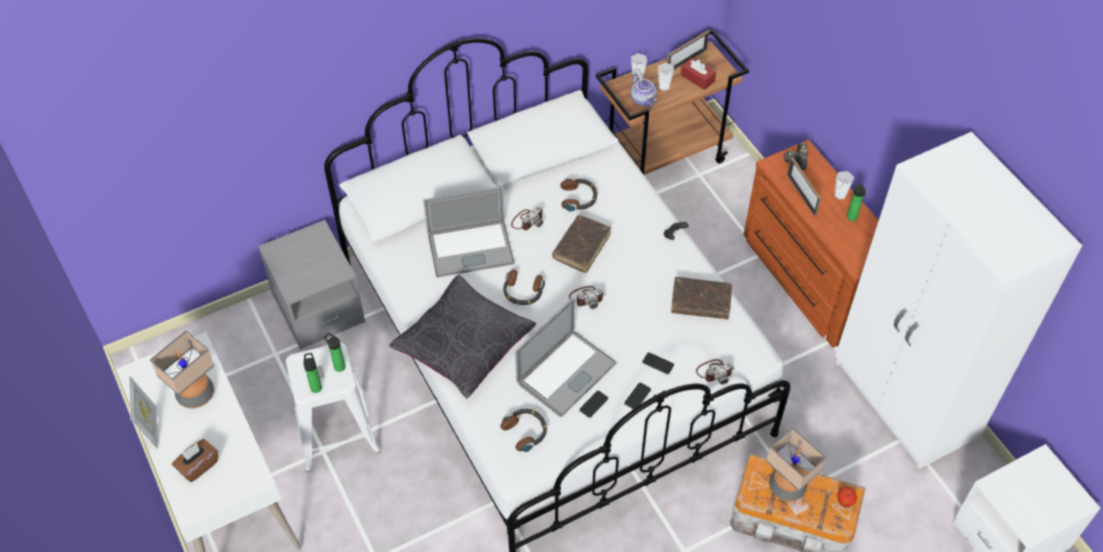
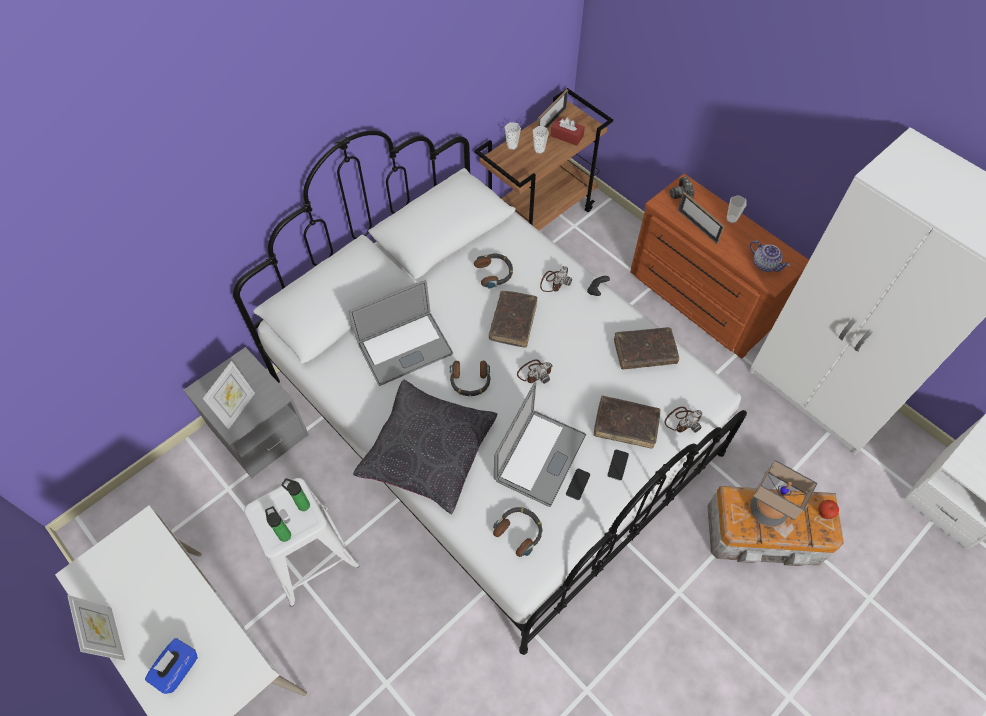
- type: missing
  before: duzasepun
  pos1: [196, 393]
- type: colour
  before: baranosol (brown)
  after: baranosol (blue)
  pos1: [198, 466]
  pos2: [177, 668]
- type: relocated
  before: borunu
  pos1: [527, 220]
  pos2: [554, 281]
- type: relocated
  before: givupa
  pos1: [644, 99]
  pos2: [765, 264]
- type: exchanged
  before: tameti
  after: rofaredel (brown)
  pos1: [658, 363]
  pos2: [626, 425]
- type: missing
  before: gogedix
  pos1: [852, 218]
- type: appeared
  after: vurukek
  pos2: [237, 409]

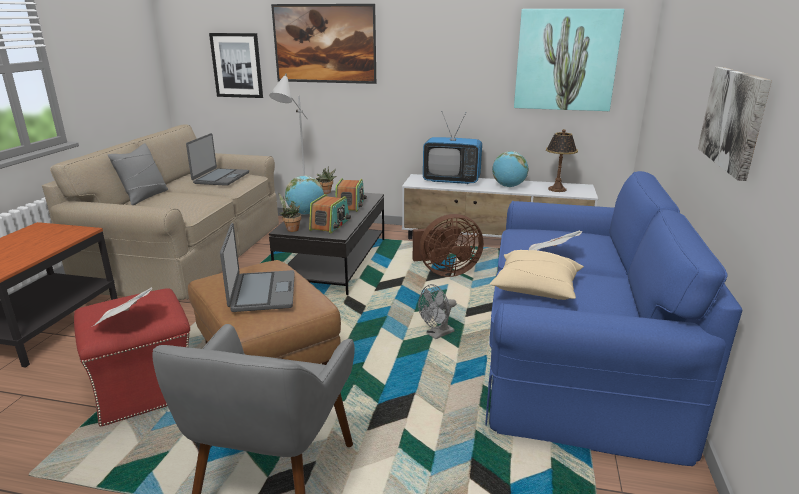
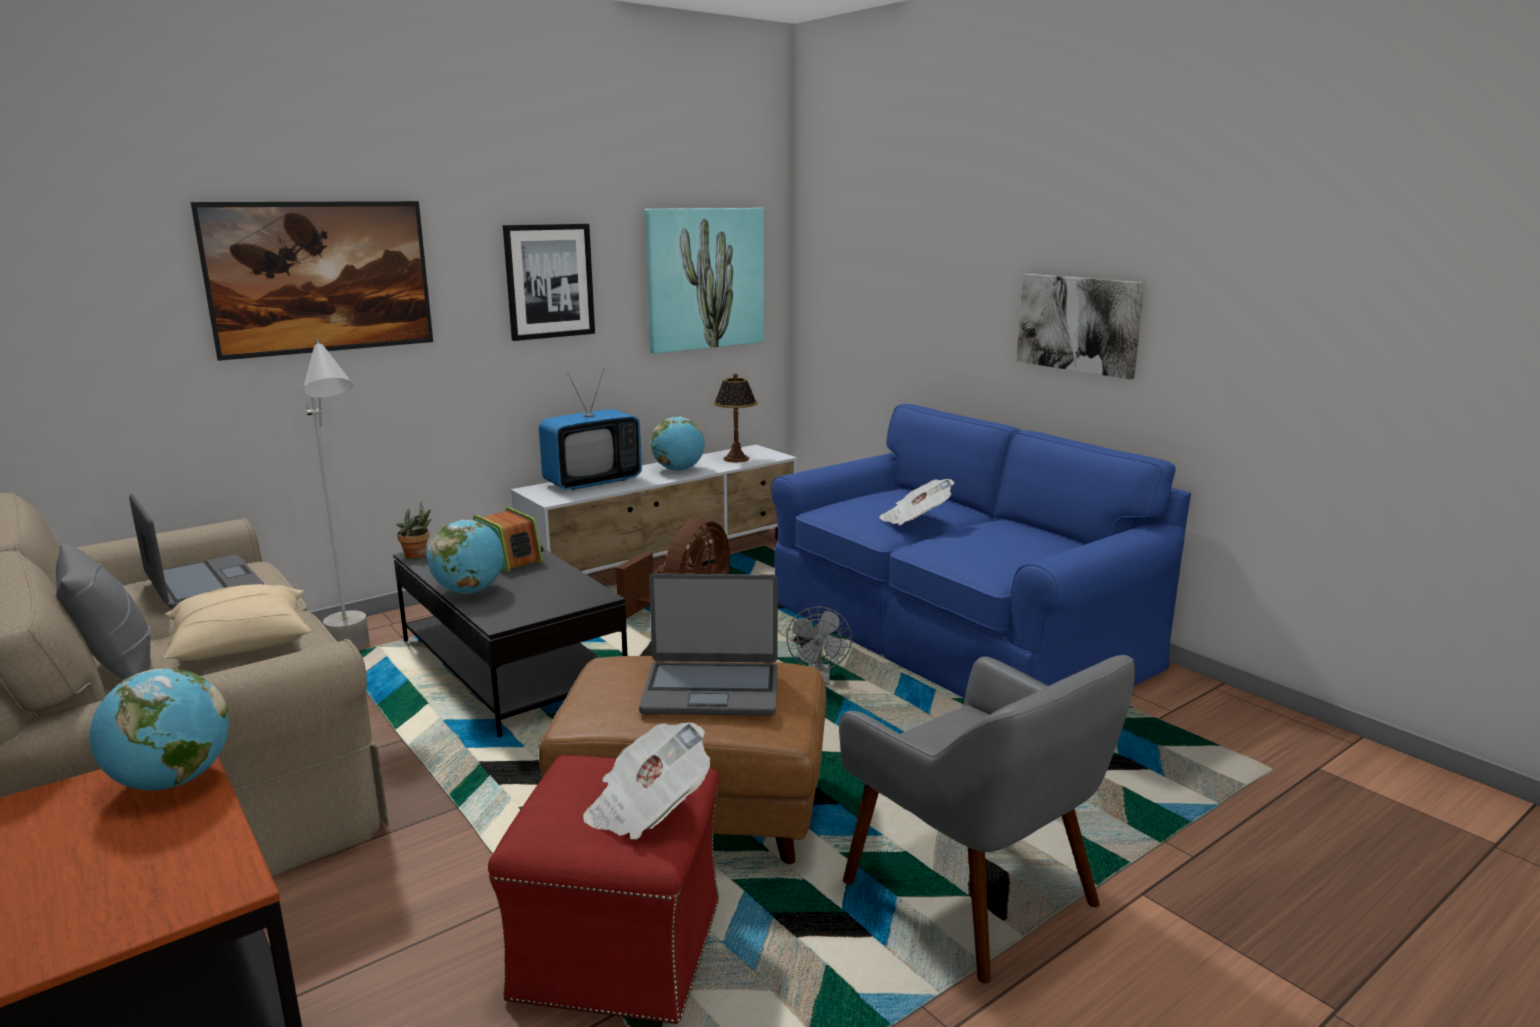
- type: relocated
  before: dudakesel
  pos1: [237, 65]
  pos2: [549, 281]
- type: spun
  before: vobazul
  pos1: [262, 292]
  pos2: [711, 690]
  turn: 150
- type: missing
  before: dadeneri
  pos1: [291, 229]
- type: missing
  before: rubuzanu
  pos1: [330, 225]
- type: relocated
  before: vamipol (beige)
  pos1: [536, 288]
  pos2: [241, 644]
- type: appeared
  after: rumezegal
  pos2: [172, 782]

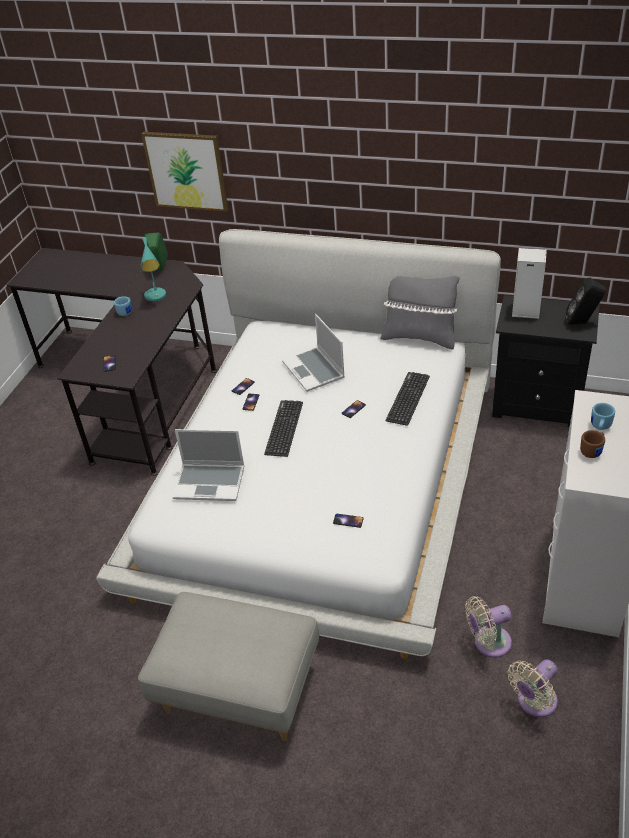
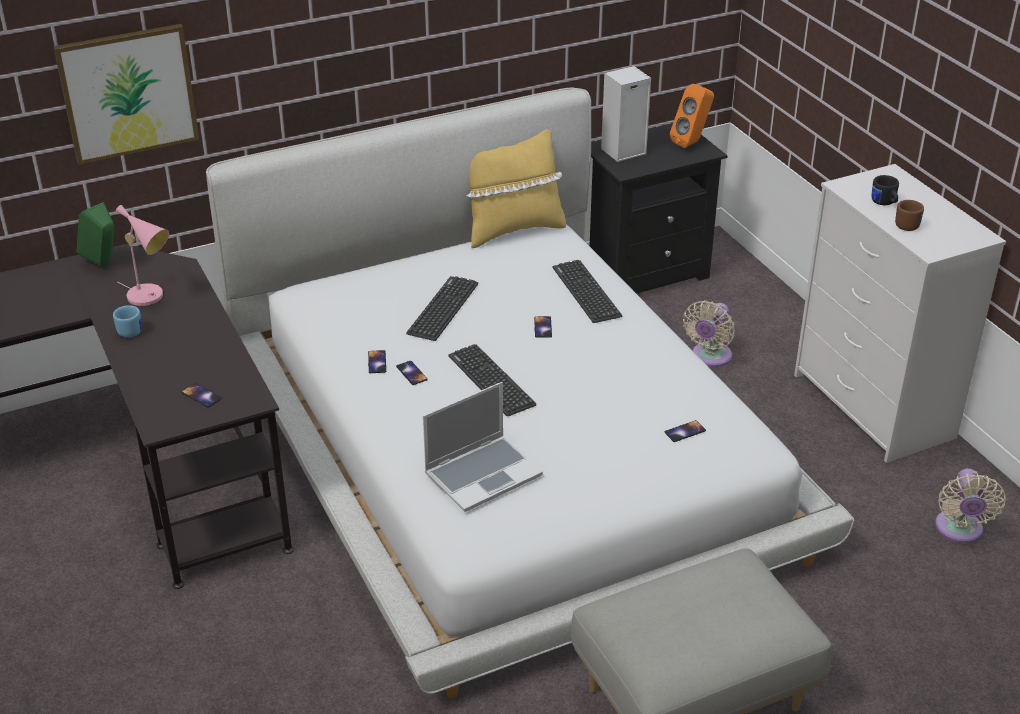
- type: colour
  before: duzasepun (turquoise)
  after: duzasepun (pink)
  pos1: [156, 297]
  pos2: [150, 297]
- type: exchanged
  before: vobazul
  after: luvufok
  pos1: [314, 370]
  pos2: [443, 309]
- type: colour
  before: vamipol (grey)
  after: vamipol (yellow)
  pos1: [419, 337]
  pos2: [512, 230]
- type: relocated
  before: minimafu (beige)
  pos1: [488, 643]
  pos2: [709, 357]
- type: colour
  before: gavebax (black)
  after: gavebax (orange)
  pos1: [582, 323]
  pos2: [691, 143]
- type: colour
  before: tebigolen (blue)
  after: tebigolen (black)
  pos1: [600, 427]
  pos2: [884, 203]

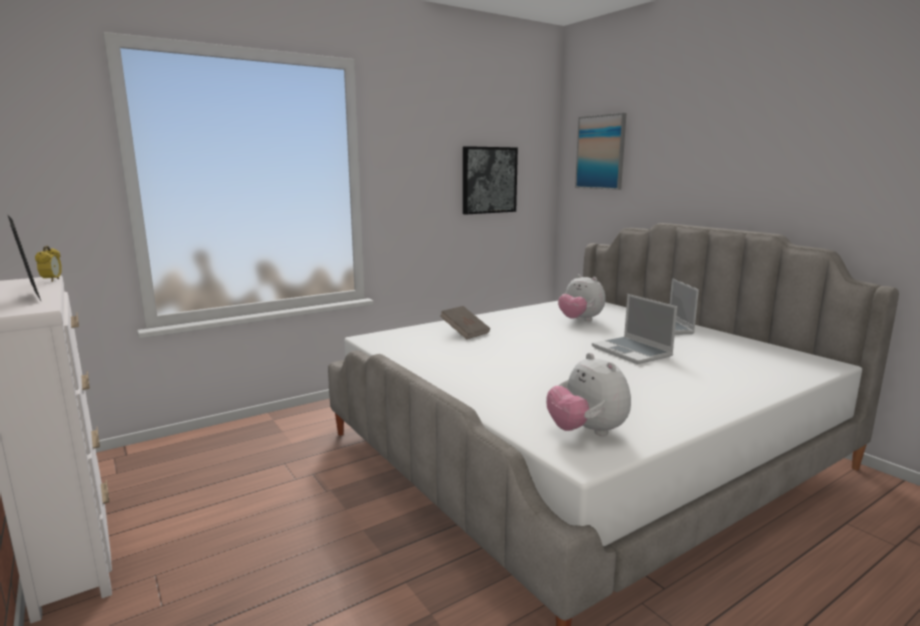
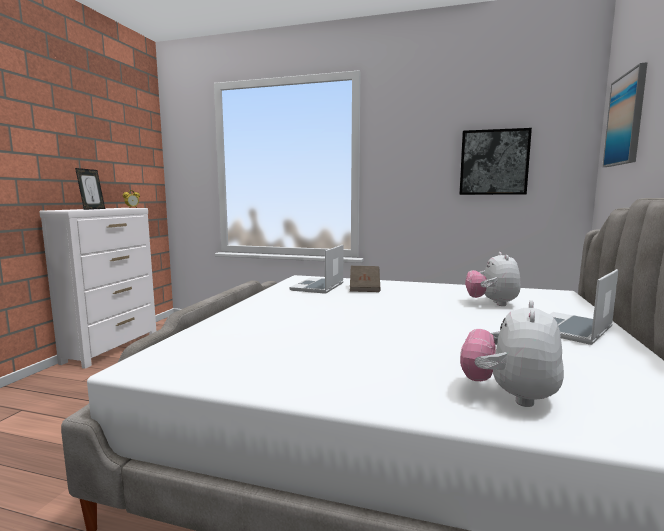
- type: relocated
  before: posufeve
  pos1: [586, 432]
  pos2: [509, 395]
- type: relocated
  before: vobazul
  pos1: [633, 352]
  pos2: [318, 287]

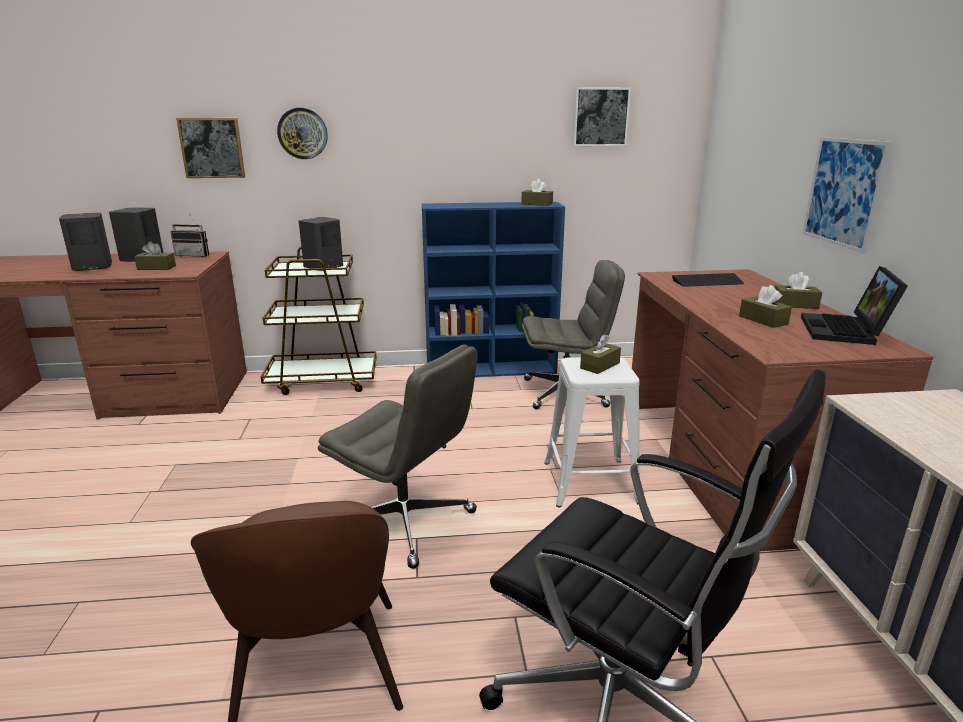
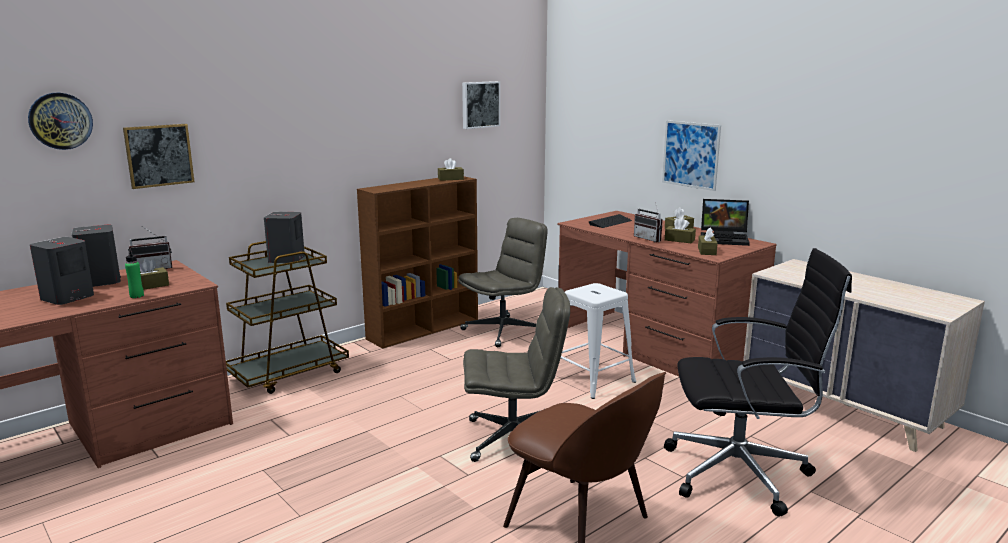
- type: relocated
  before: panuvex
  pos1: [302, 133]
  pos2: [60, 121]
- type: colour
  before: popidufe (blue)
  after: popidufe (brown)
  pos1: [492, 369]
  pos2: [424, 328]
- type: relocated
  before: baranosol (brown)
  pos1: [600, 365]
  pos2: [707, 251]
- type: spun
  before: vobazul
  pos1: [846, 331]
  pos2: [725, 239]
  turn: -60
- type: appeared
  after: gogedix (green)
  pos2: [137, 296]
- type: appeared
  after: rubuzanu
  pos2: [650, 239]

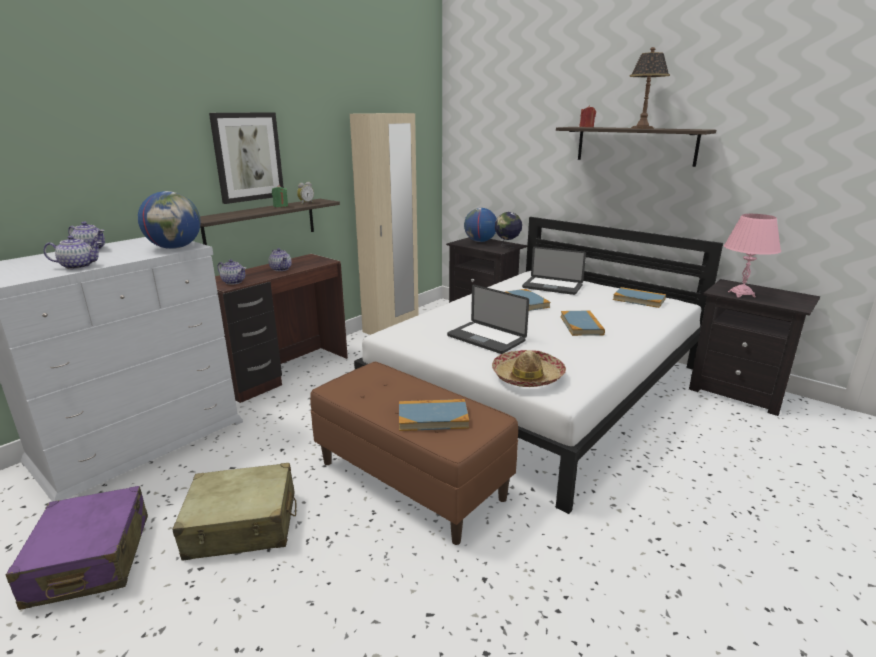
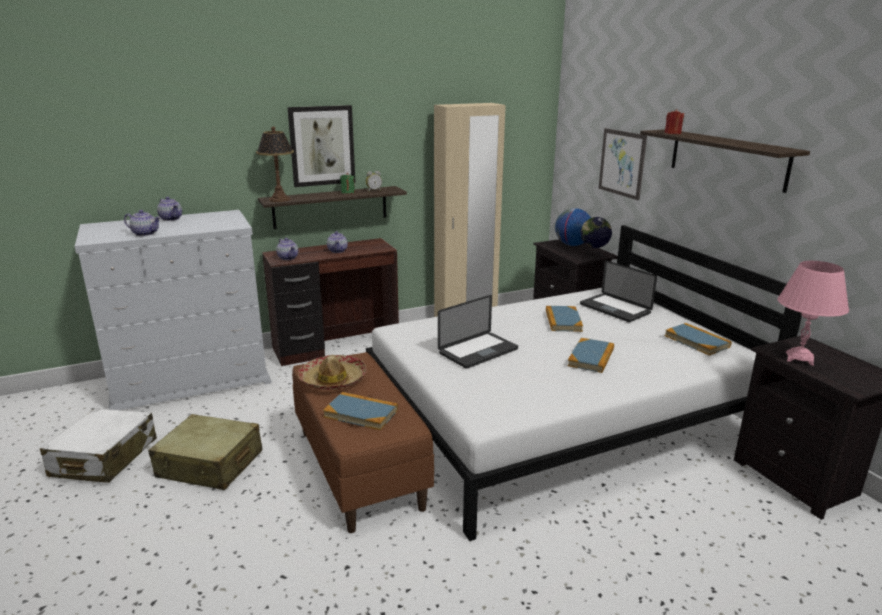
- type: colour
  before: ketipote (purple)
  after: ketipote (white)
  pos1: [90, 560]
  pos2: [104, 458]
- type: missing
  before: rumezegal
  pos1: [175, 247]
- type: spun
  before: vobazul
  pos1: [486, 338]
  pos2: [478, 351]
  turn: -105
- type: relocated
  before: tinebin
  pos1: [527, 376]
  pos2: [333, 380]
- type: relocated
  before: duzasepun
  pos1: [642, 128]
  pos2: [279, 199]
- type: appeared
  after: dudakesel
  pos2: [622, 163]

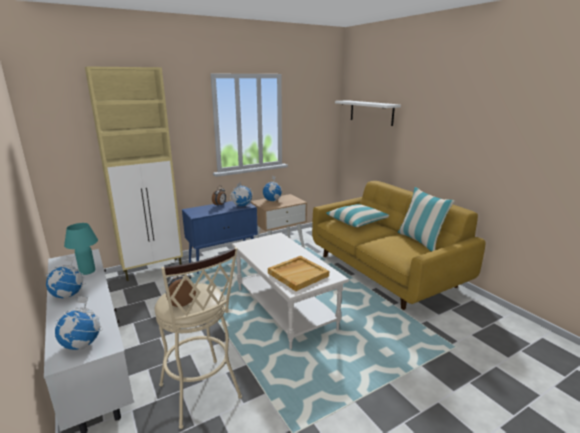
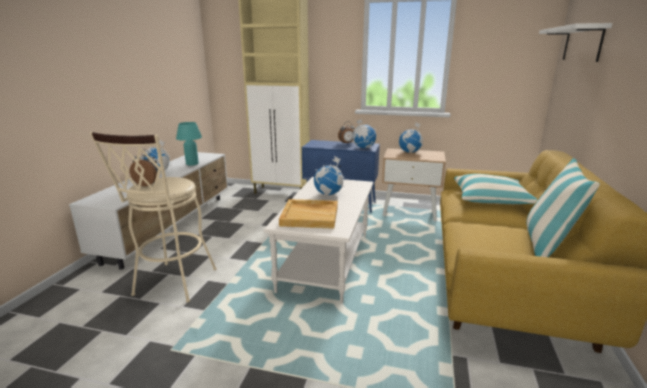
- type: relocated
  before: rumezegal
  pos1: [82, 344]
  pos2: [329, 194]

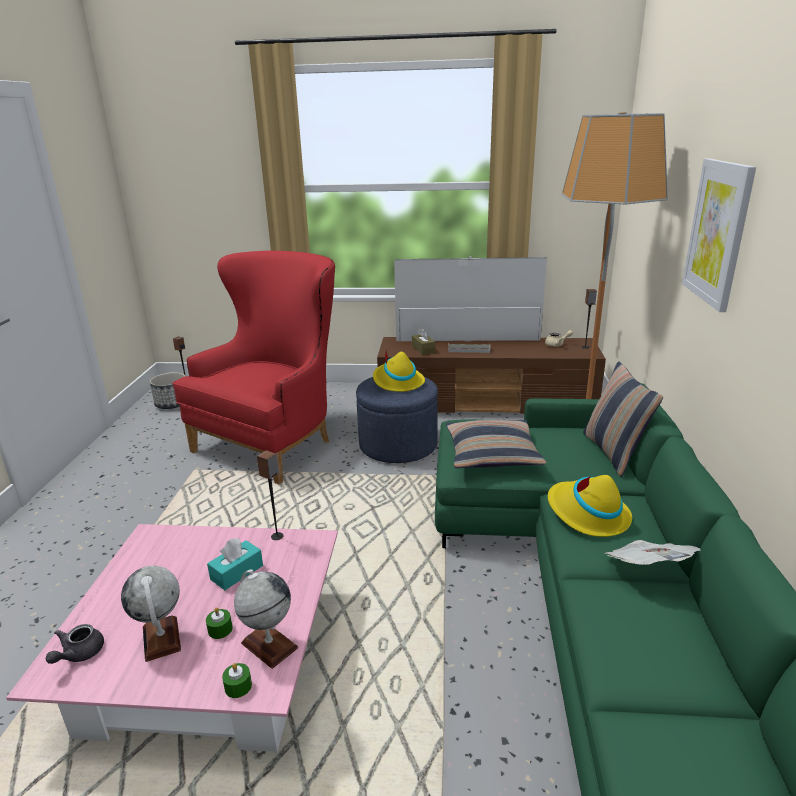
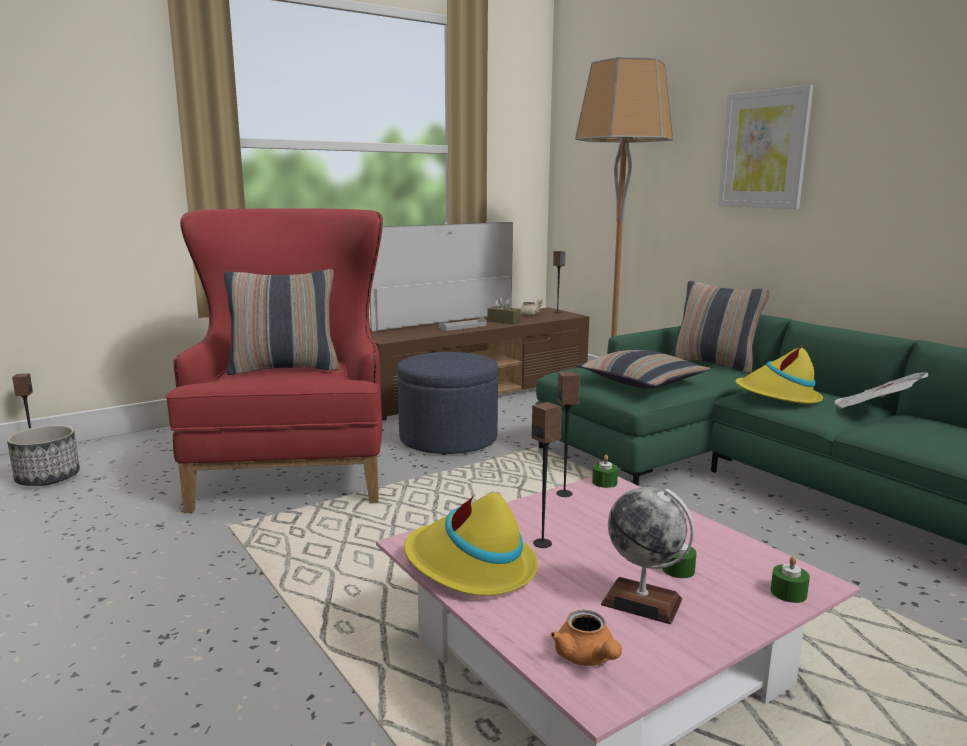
- type: colour
  before: givupa (grey)
  after: givupa (orange)
  pos1: [79, 654]
  pos2: [587, 658]
- type: missing
  before: baranosol (turquoise)
  pos1: [237, 572]
- type: missing
  before: rumezegal
  pos1: [269, 645]
- type: relocated
  before: tinebin (yellow)
  pos1: [397, 382]
  pos2: [470, 567]
- type: relocated
  before: baranosol (brown)
  pos1: [423, 349]
  pos2: [503, 321]
- type: appeared
  after: vamipol
  pos2: [284, 369]
- type: appeared
  after: gavebax
  pos2: [543, 543]
- type: appeared
  after: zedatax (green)
  pos2: [604, 482]

